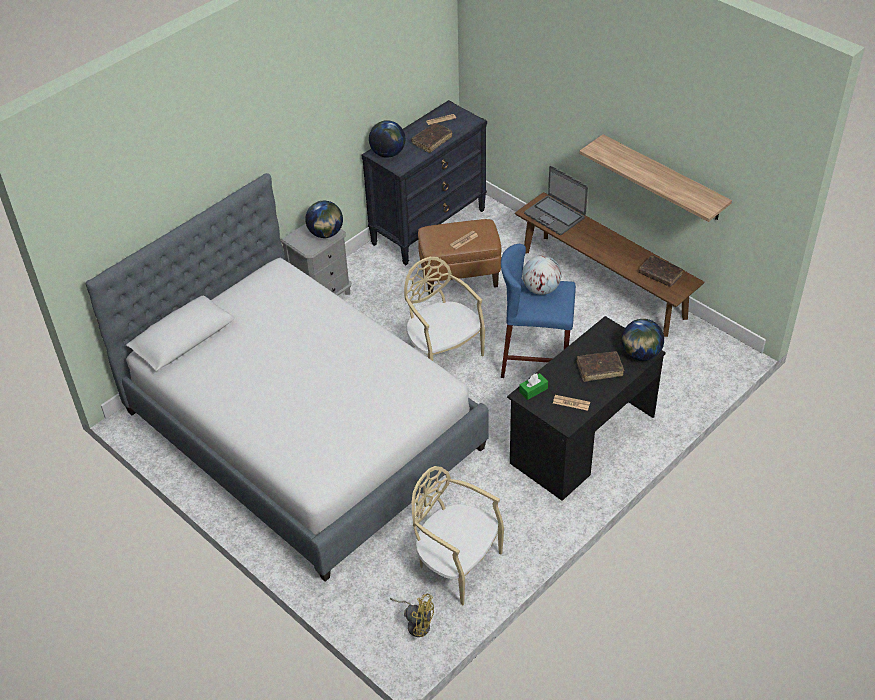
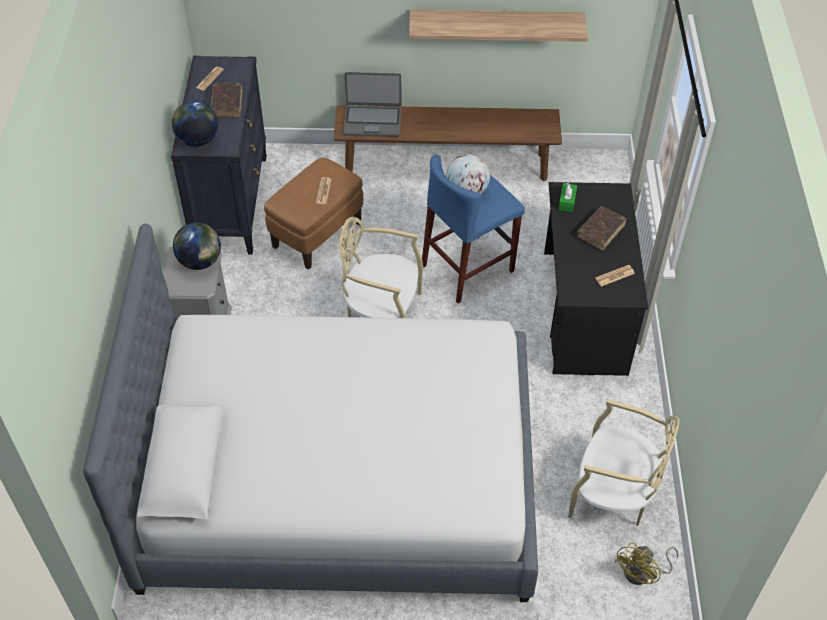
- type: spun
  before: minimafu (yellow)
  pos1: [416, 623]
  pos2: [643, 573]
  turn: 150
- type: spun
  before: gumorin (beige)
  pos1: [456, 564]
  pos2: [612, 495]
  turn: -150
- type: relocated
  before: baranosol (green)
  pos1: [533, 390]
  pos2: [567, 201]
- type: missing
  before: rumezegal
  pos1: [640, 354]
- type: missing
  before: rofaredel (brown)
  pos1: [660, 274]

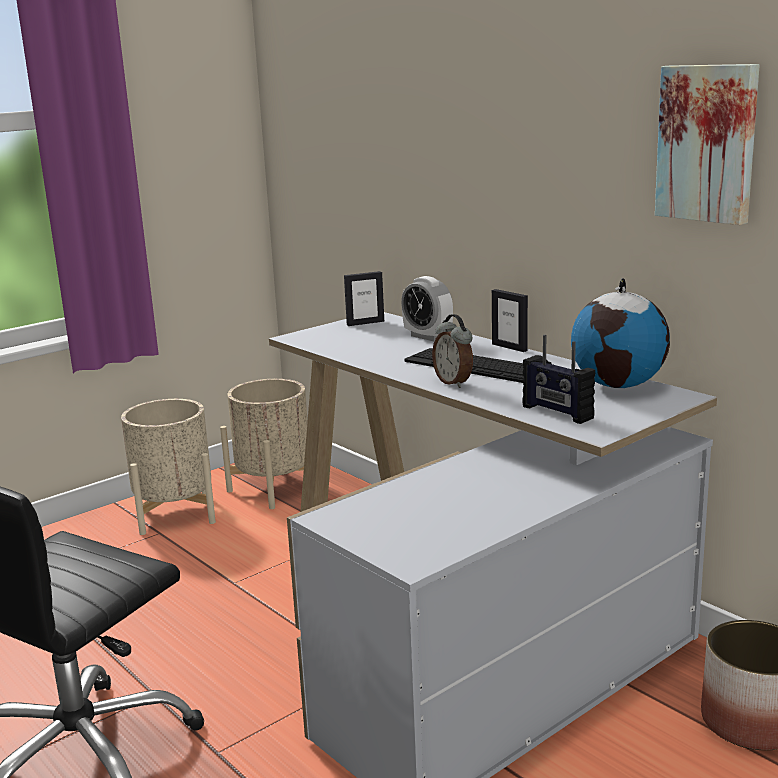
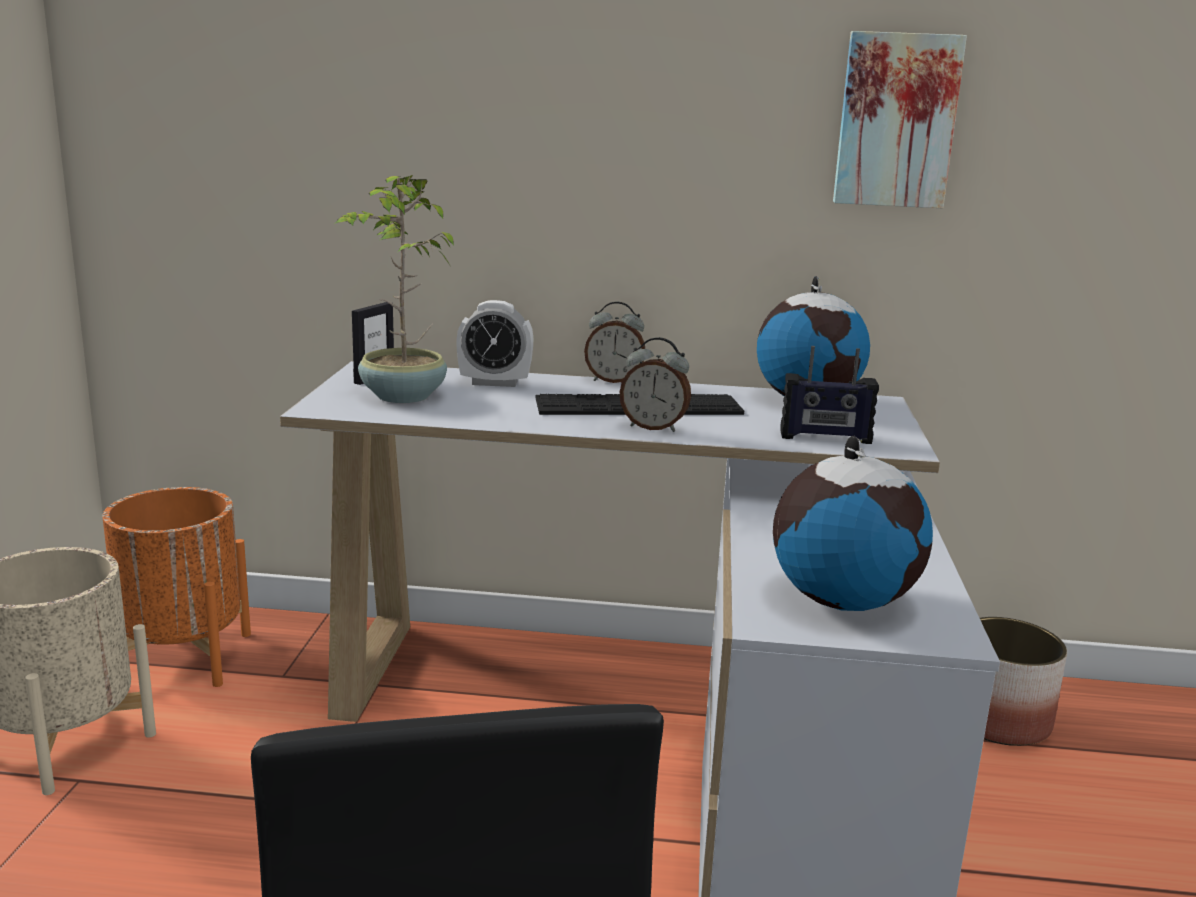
- type: colour
  before: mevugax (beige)
  after: mevugax (orange)
  pos1: [274, 488]
  pos2: [182, 657]
- type: exchanged
  before: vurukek
  after: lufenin
  pos1: [509, 347]
  pos2: [614, 381]
- type: appeared
  after: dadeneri
  pos2: [402, 397]
- type: appeared
  after: rumezegal
  pos2: [842, 601]

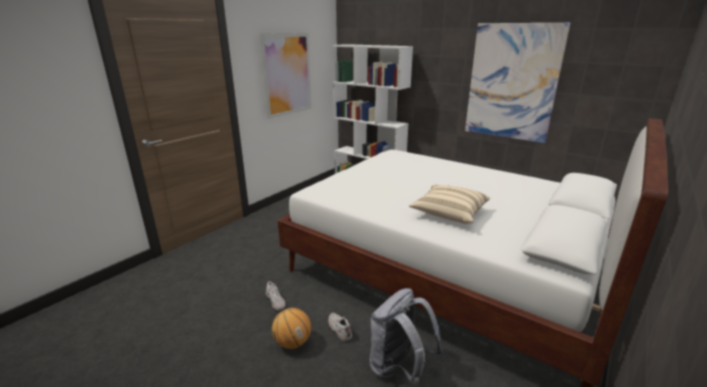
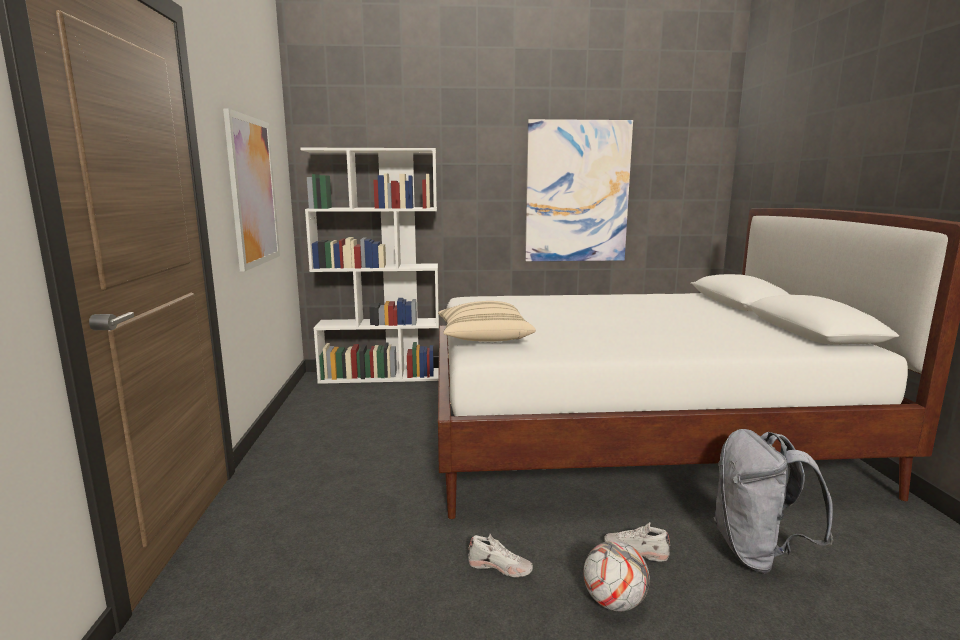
- type: exchanged
  before: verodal
  after: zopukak
  pos1: [292, 342]
  pos2: [614, 602]
- type: relocated
  before: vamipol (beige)
  pos1: [449, 213]
  pos2: [483, 338]

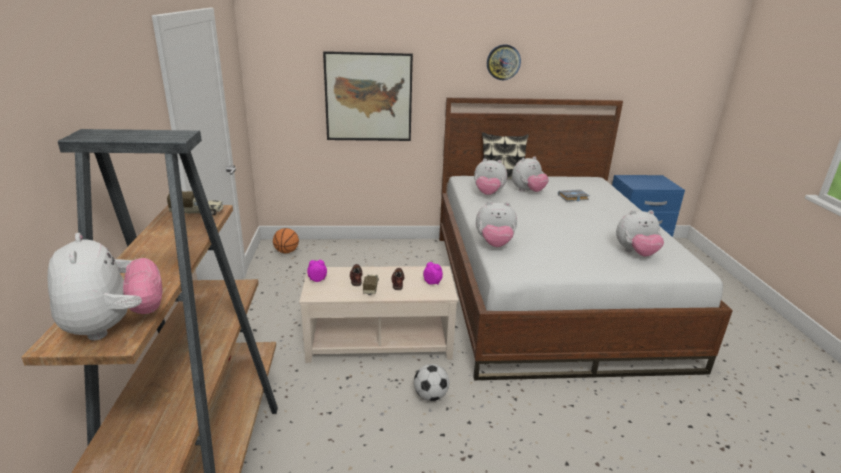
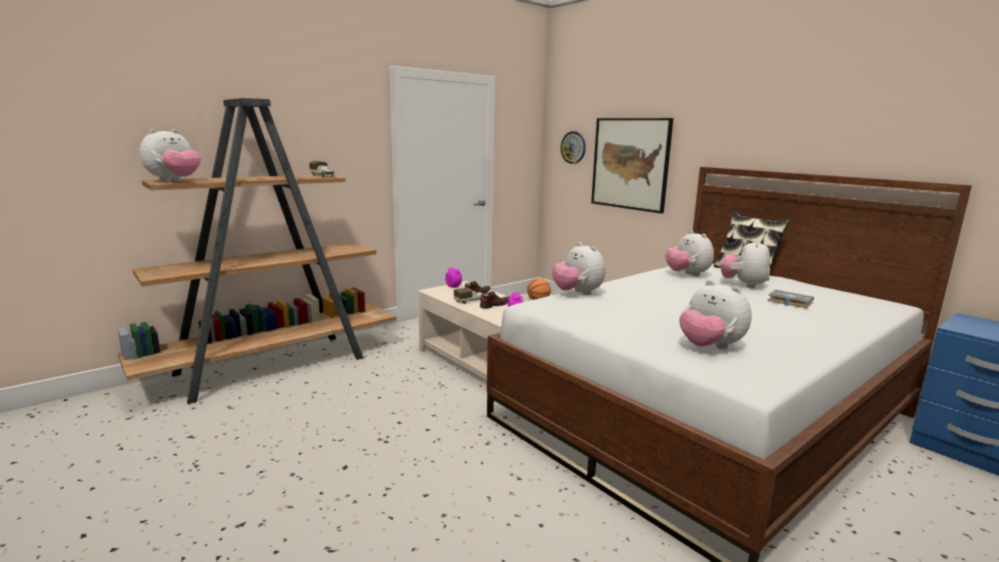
- type: missing
  before: zopukak
  pos1: [430, 396]
- type: relocated
  before: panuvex
  pos1: [503, 62]
  pos2: [573, 147]
- type: spun
  before: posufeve
  pos1: [528, 191]
  pos2: [743, 285]
  turn: 90

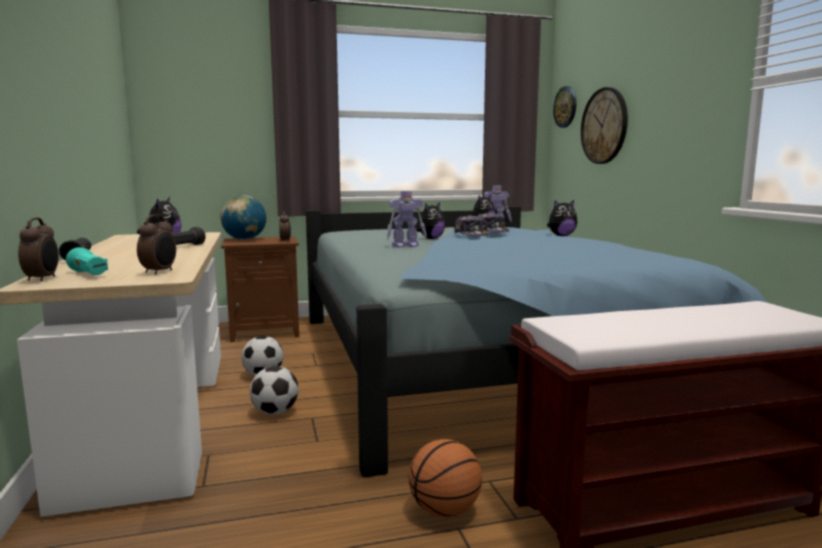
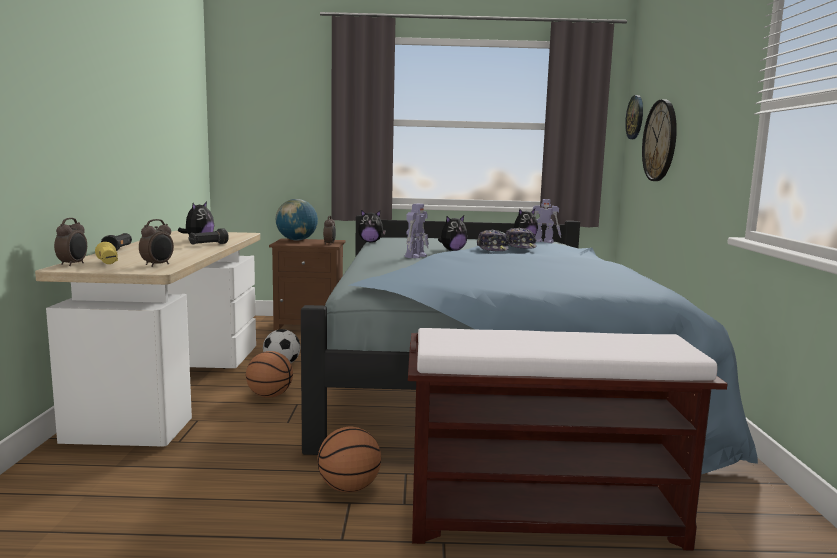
- type: colour
  before: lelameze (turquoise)
  after: lelameze (yellow)
  pos1: [89, 274]
  pos2: [107, 263]
- type: exchanged
  before: zopukak
  after: verodal
  pos1: [275, 412]
  pos2: [270, 396]
- type: spun
  before: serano
  pos1: [406, 246]
  pos2: [416, 256]
  turn: -60
- type: relocated
  before: posufeve
  pos1: [561, 236]
  pos2: [370, 242]

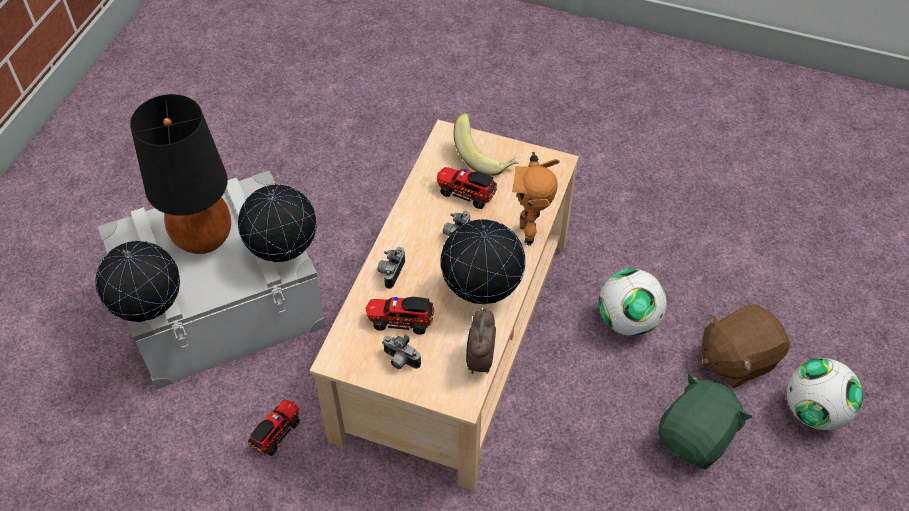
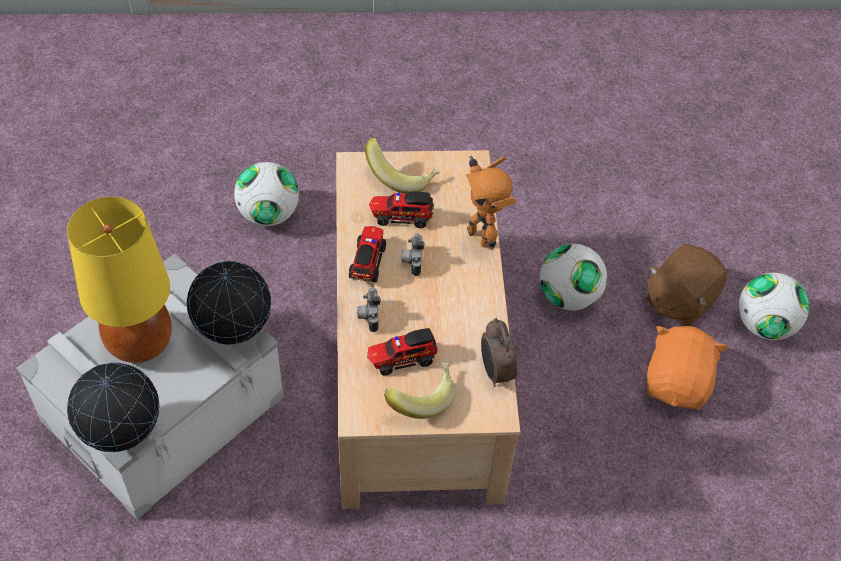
- type: colour
  before: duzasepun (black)
  after: duzasepun (yellow)
  pos1: [204, 237]
  pos2: [141, 343]
- type: relocated
  before: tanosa
  pos1: [276, 432]
  pos2: [368, 261]
- type: exchanged
  before: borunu
  after: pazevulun
  pos1: [399, 361]
  pos2: [421, 397]
- type: missing
  before: rumezegal
  pos1: [482, 292]
- type: colour
  before: posufeve (green)
  after: posufeve (orange)
  pos1: [696, 437]
  pos2: [677, 383]
- type: appeared
  after: zopukak
  pos2: [269, 214]

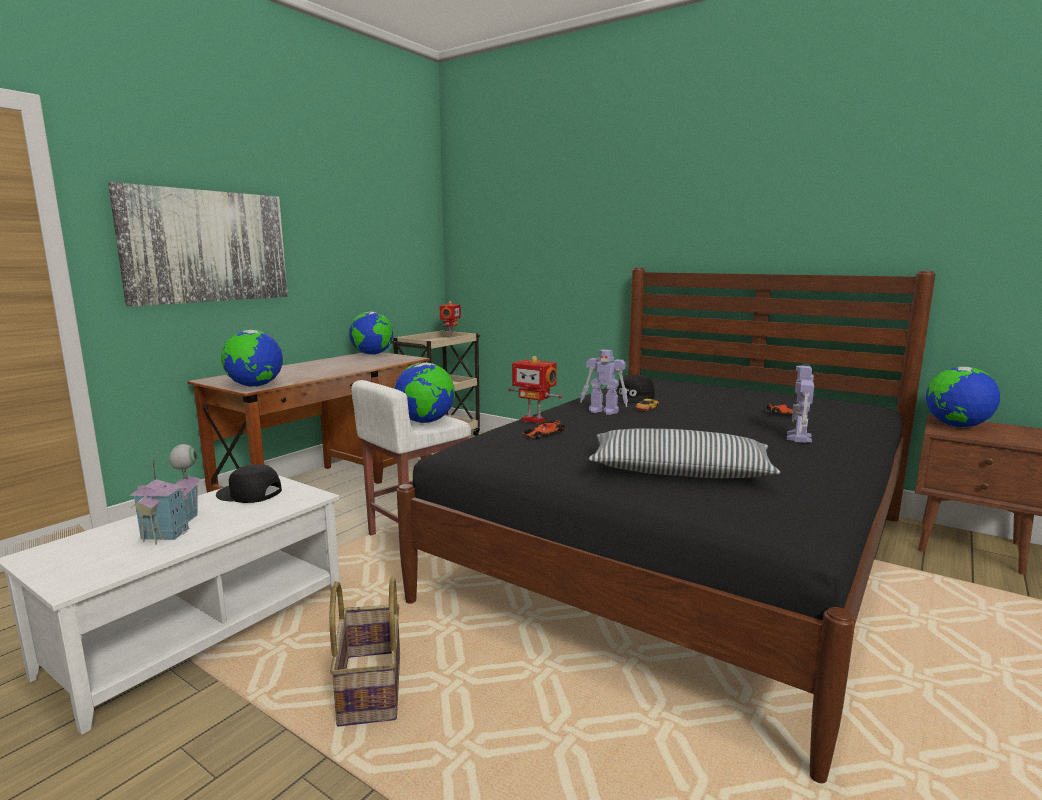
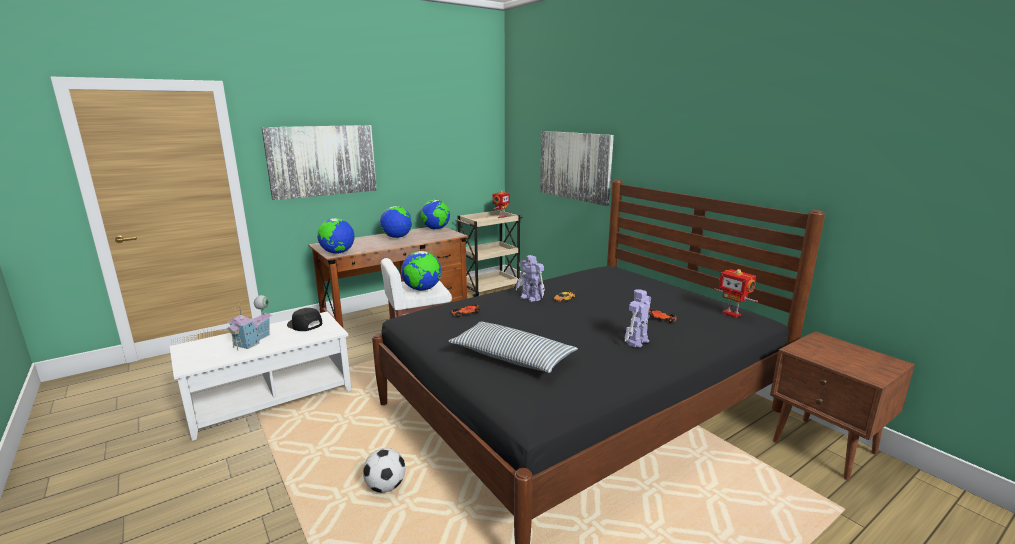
- type: missing
  before: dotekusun
  pos1: [369, 688]
- type: relocated
  before: serano
  pos1: [533, 420]
  pos2: [732, 314]
- type: missing
  before: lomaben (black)
  pos1: [633, 397]
- type: relocated
  before: rumezegal
  pos1: [956, 426]
  pos2: [397, 237]
- type: appeared
  after: zopukak
  pos2: [386, 486]
- type: appeared
  after: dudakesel
  pos2: [575, 166]

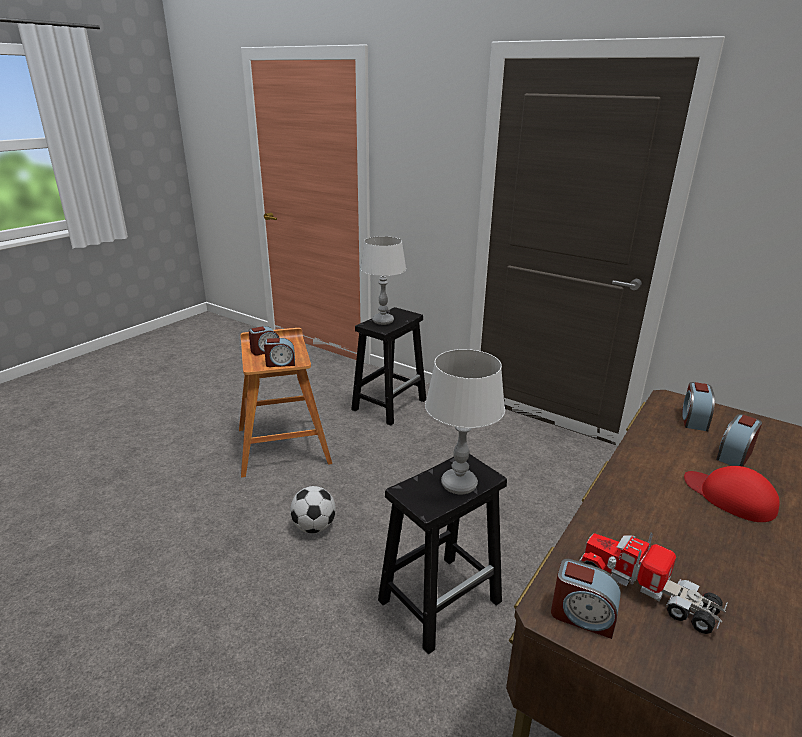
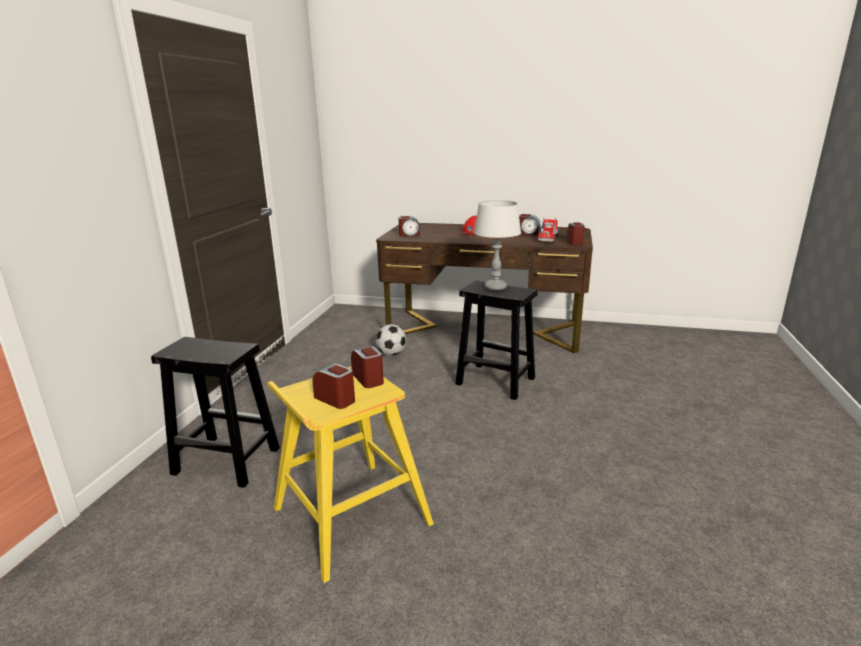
- type: colour
  before: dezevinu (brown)
  after: dezevinu (yellow)
  pos1: [283, 444]
  pos2: [349, 516]
- type: relocated
  before: zopukak
  pos1: [314, 527]
  pos2: [391, 353]
- type: missing
  before: duzasepun (grey)
  pos1: [383, 321]
- type: relocated
  before: lufenin
  pos1: [734, 455]
  pos2: [528, 233]

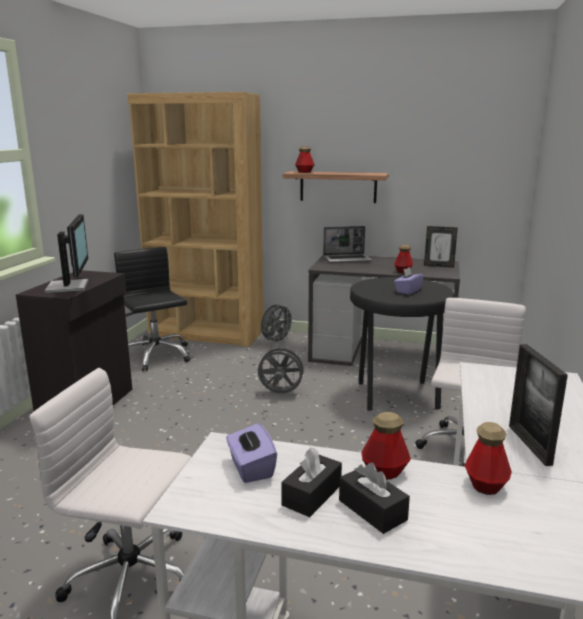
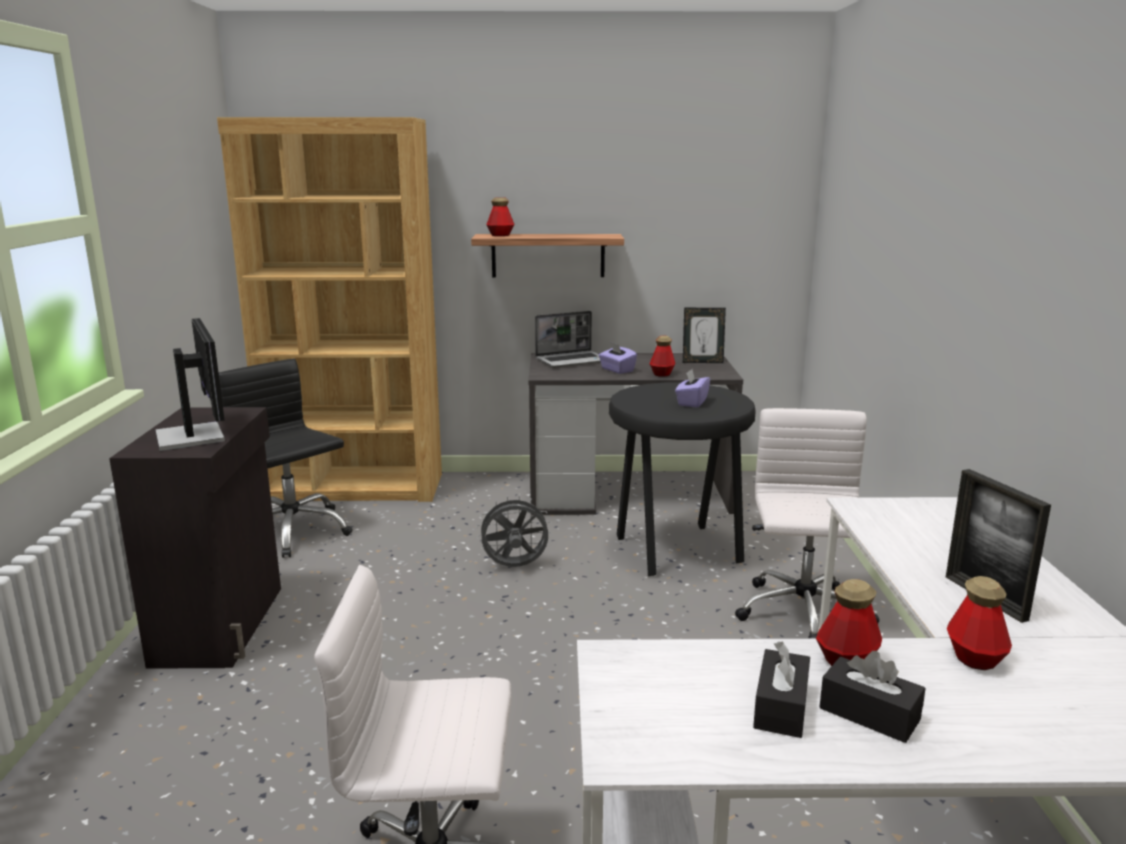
- type: relocated
  before: baranosol (purple)
  pos1: [250, 468]
  pos2: [617, 370]
- type: missing
  before: minimafu (grey)
  pos1: [276, 342]

